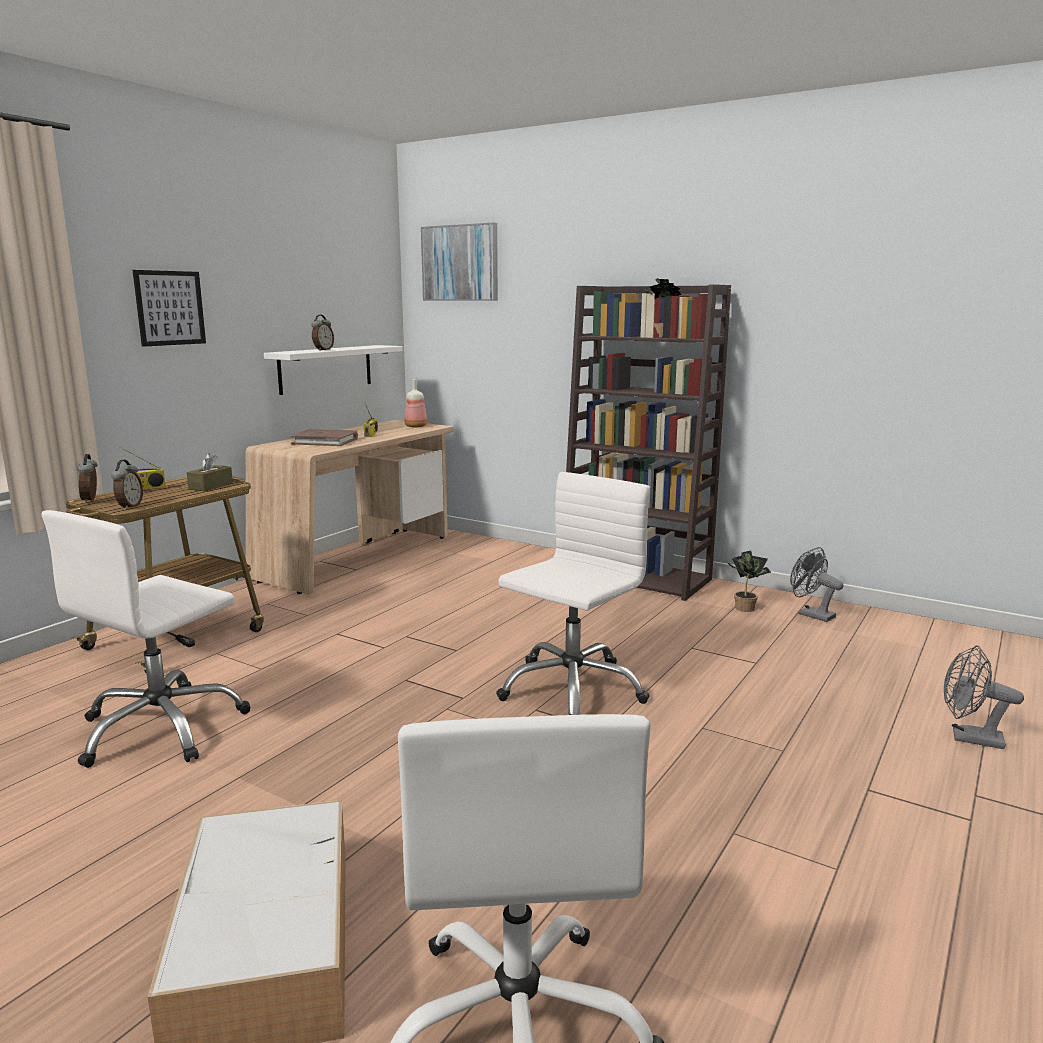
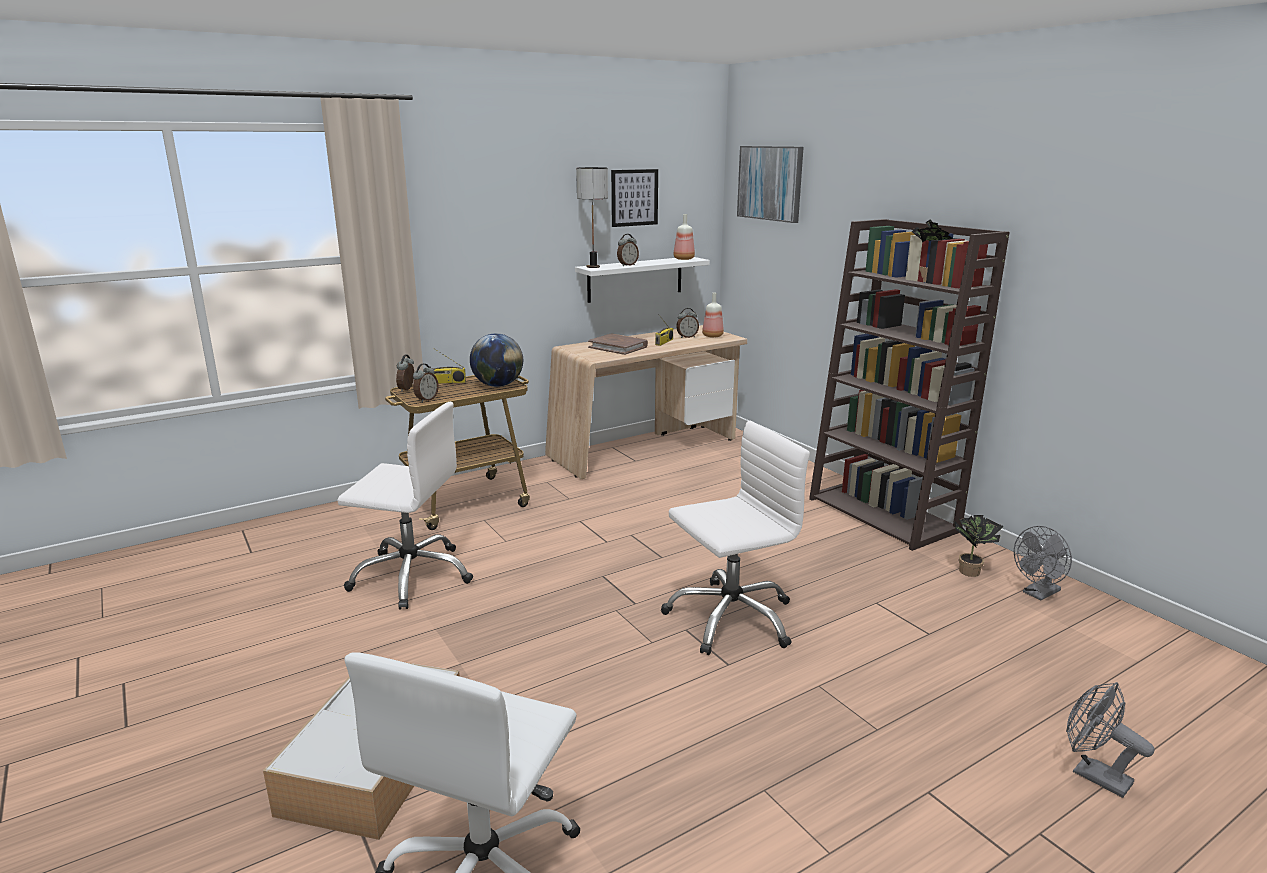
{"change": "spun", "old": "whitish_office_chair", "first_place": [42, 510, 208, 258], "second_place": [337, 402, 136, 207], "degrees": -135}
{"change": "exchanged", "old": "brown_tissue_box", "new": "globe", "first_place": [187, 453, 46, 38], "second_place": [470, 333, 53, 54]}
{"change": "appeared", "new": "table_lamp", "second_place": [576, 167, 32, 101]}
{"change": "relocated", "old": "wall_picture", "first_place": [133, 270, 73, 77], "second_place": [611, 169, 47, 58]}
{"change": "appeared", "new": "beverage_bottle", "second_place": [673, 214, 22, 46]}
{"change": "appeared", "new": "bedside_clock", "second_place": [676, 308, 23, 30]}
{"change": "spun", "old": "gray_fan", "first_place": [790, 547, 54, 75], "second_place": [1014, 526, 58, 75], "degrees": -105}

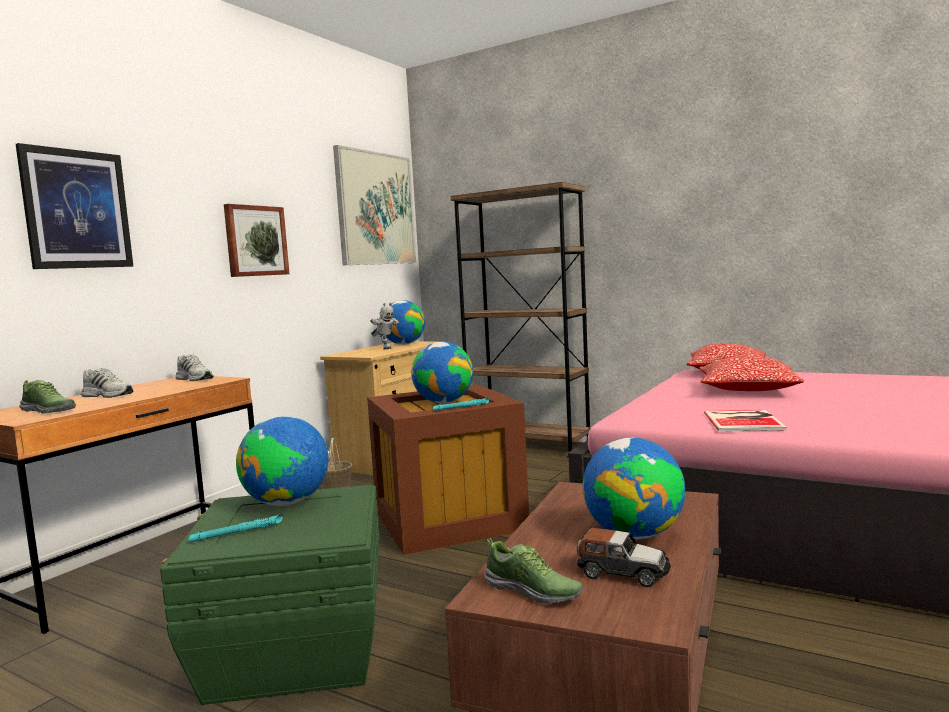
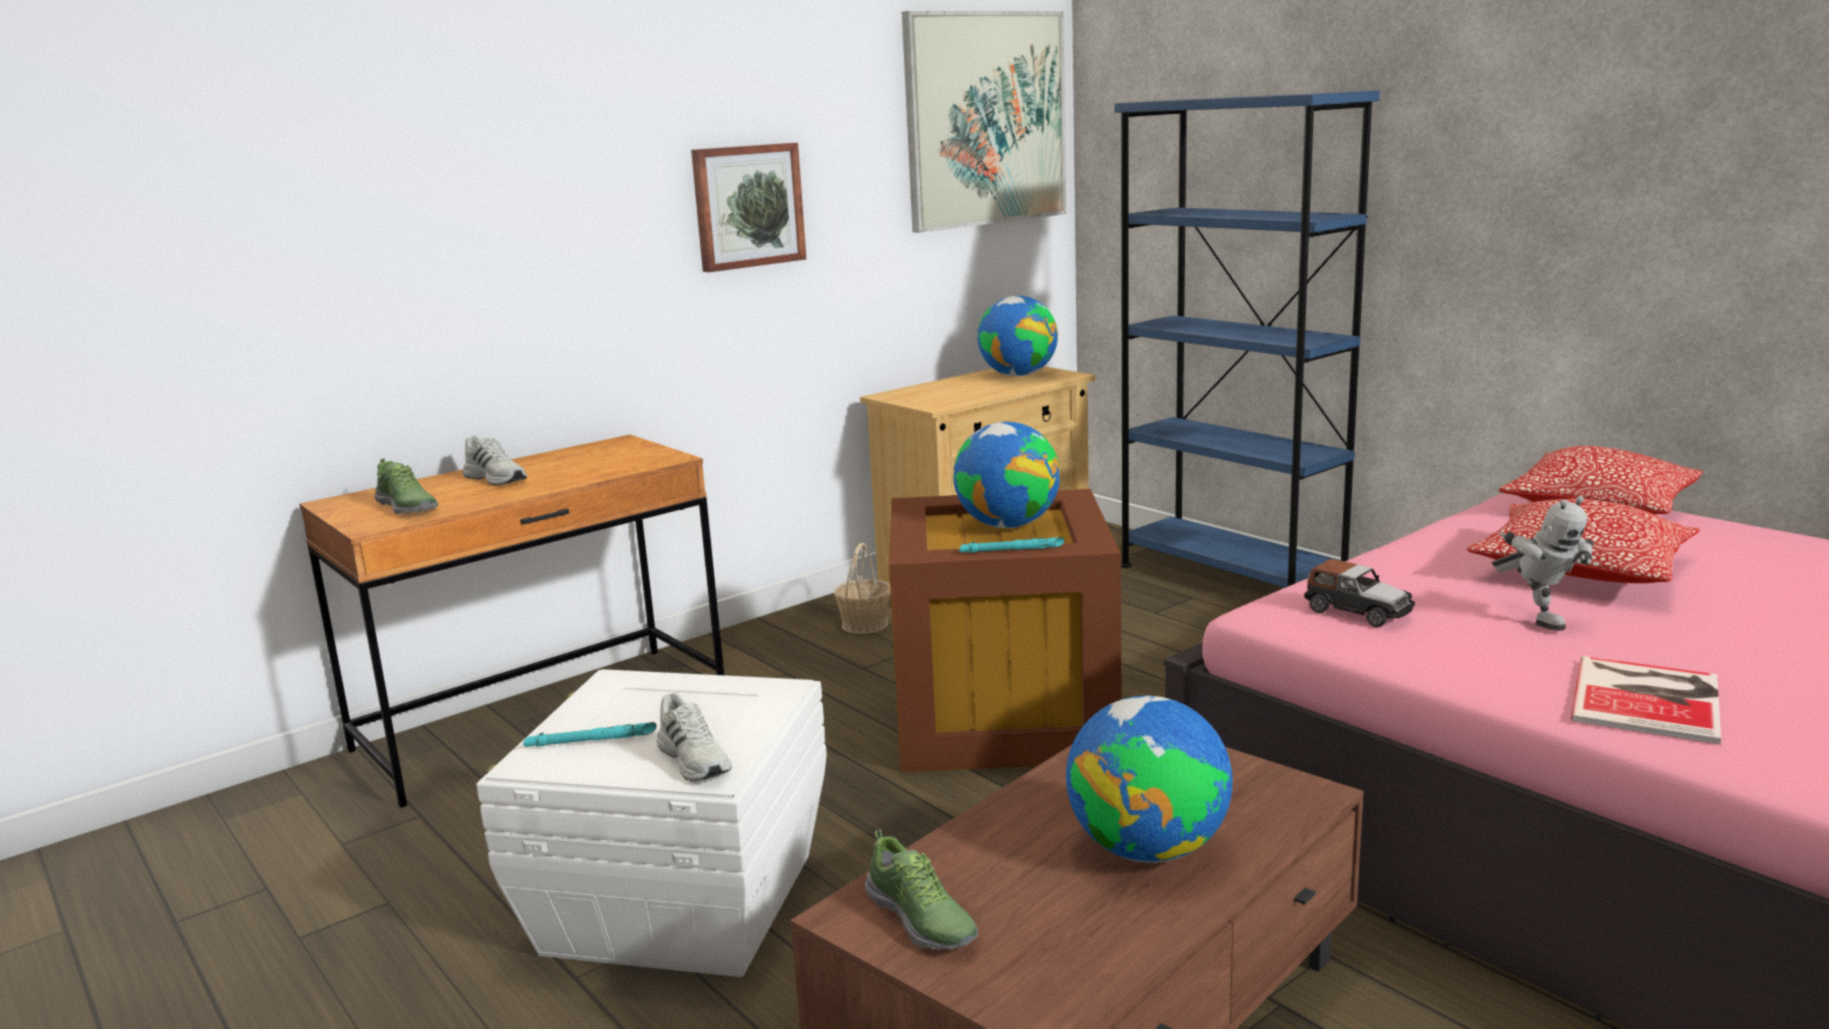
{"change": "colour", "old": "greenish_storage_box", "new": "whitish_storage_box", "first_place": [160, 485, 220, 220], "second_place": [476, 669, 351, 308]}
{"change": "relocated", "old": "whitish_low_shoe", "first_place": [175, 354, 39, 27], "second_place": [657, 693, 74, 89]}
{"change": "colour", "old": "brown_bookcase", "new": "blue-coloured_bookcase", "first_place": [451, 182, 140, 276], "second_place": [1114, 91, 266, 497]}
{"change": "relocated", "old": "miniature_car", "first_place": [577, 528, 94, 59], "second_place": [1304, 559, 111, 68]}
{"change": "relocated", "old": "toy_robot", "first_place": [370, 302, 29, 48], "second_place": [1492, 496, 102, 135]}
{"change": "relocated", "old": "volume", "first_place": [704, 410, 83, 21], "second_place": [1571, 656, 150, 89]}
{"change": "missing", "old": "wall_picture", "first_place": [16, 143, 117, 126]}
{"change": "missing", "old": "globe", "first_place": [236, 416, 92, 90]}

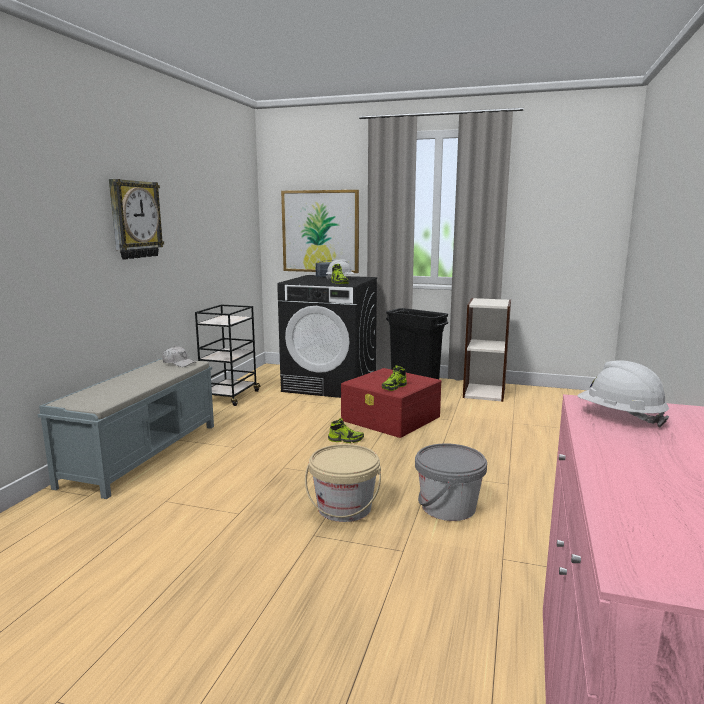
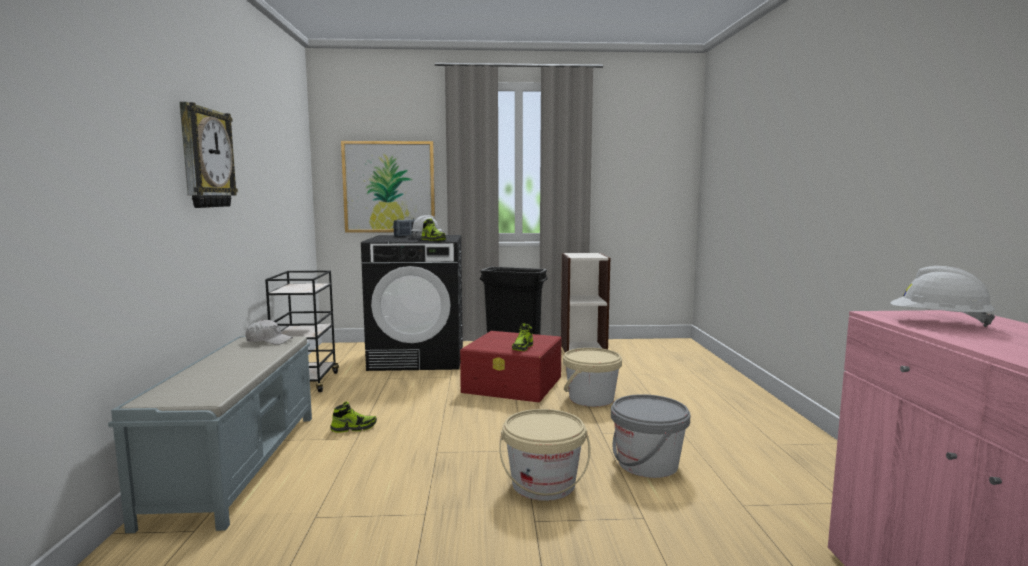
{"change": "relocated", "old": "low_shoe", "first_place": [328, 418, 36, 25], "second_place": [330, 402, 47, 30]}
{"change": "appeared", "new": "beige-coloured_bucket", "second_place": [563, 348, 59, 59]}

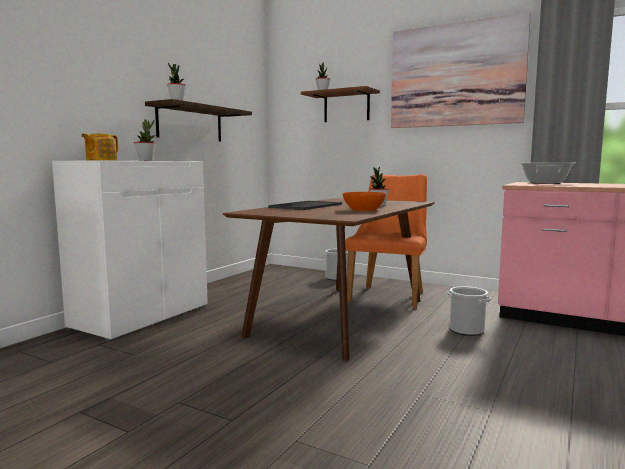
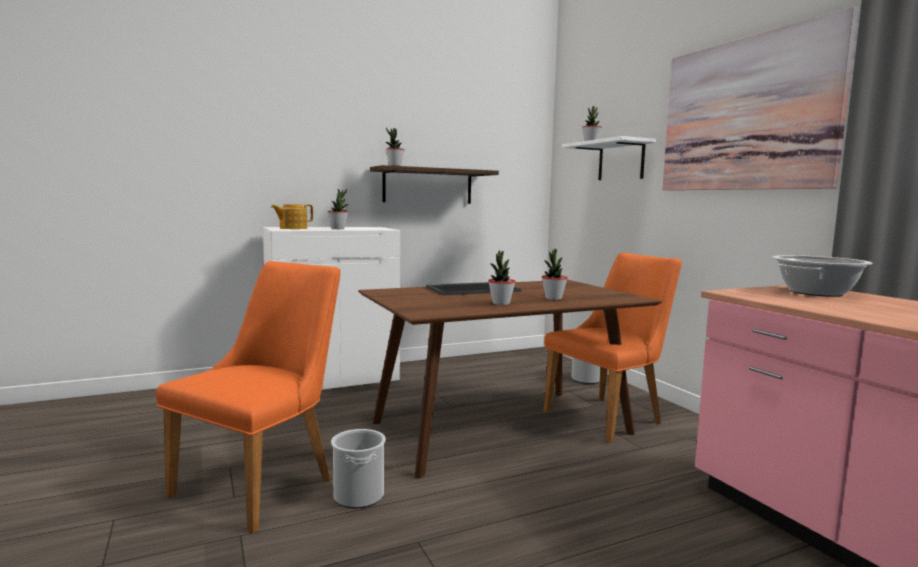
{"change": "appeared", "new": "orange_upright_chair", "second_place": [156, 261, 185, 273]}
{"change": "relocated", "old": "bucket", "first_place": [447, 286, 44, 50], "second_place": [331, 429, 55, 80]}
{"change": "exchanged", "old": "orange_serving_bowl", "new": "potted_plant", "first_place": [343, 192, 43, 19], "second_place": [488, 250, 28, 55]}
{"change": "colour", "old": "brown_bracket_shelf", "new": "whitish_bracket_shelf", "first_place": [301, 86, 79, 36], "second_place": [562, 136, 94, 44]}

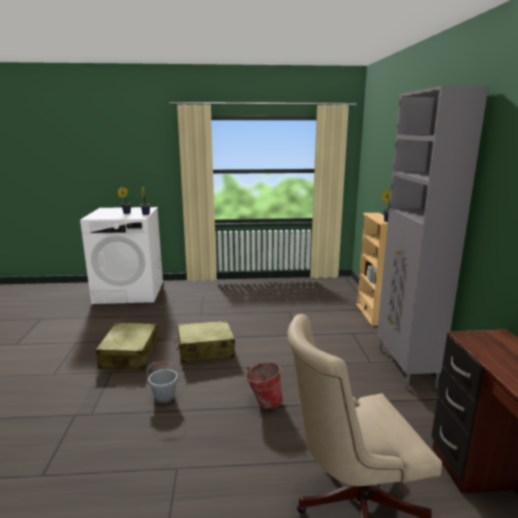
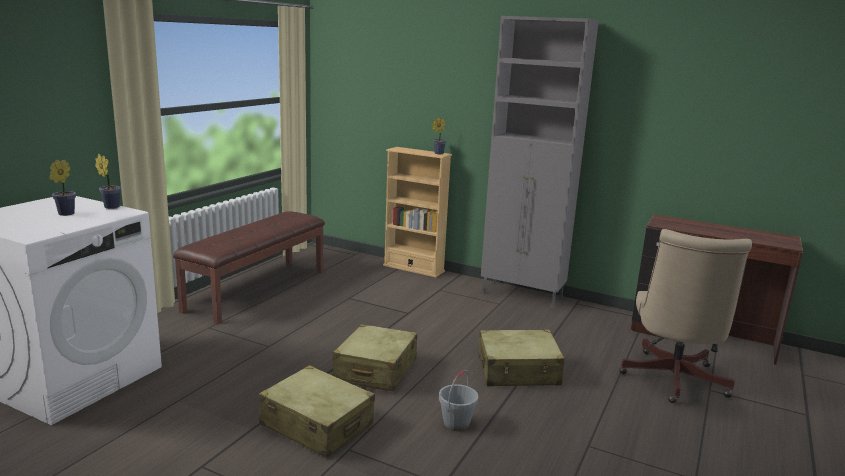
{"change": "appeared", "new": "brown_bench", "second_place": [173, 211, 152, 113]}
{"change": "exchanged", "old": "bucket", "new": "beige-coloured_suitcase", "first_place": [245, 362, 38, 47], "second_place": [478, 329, 86, 57]}

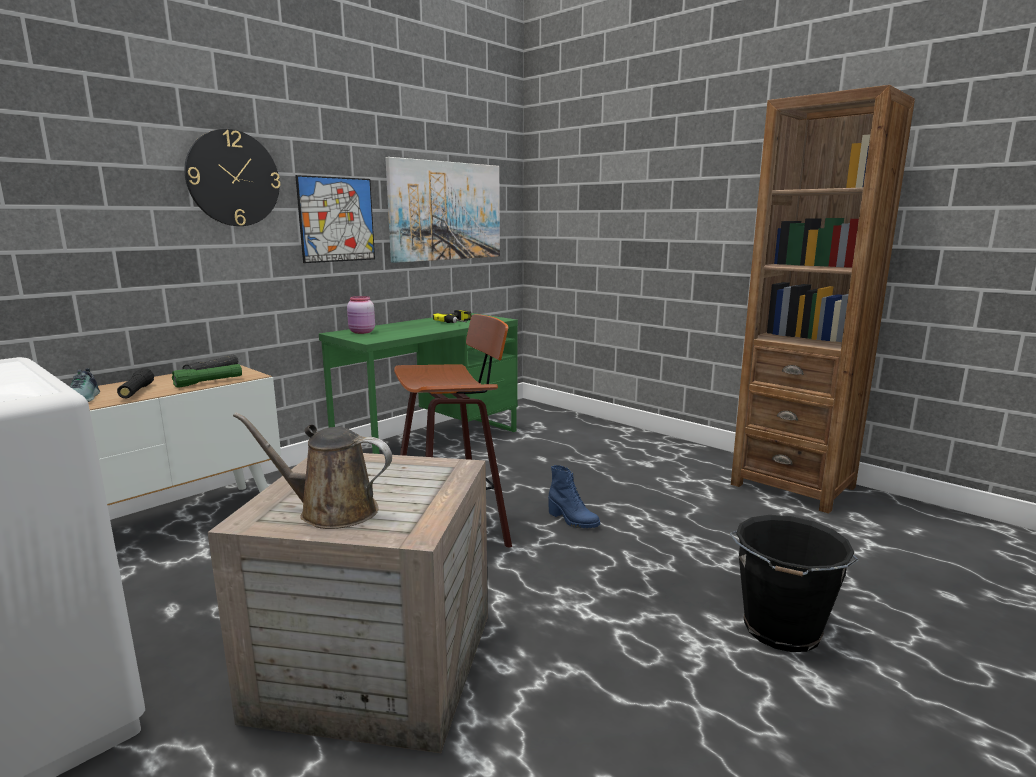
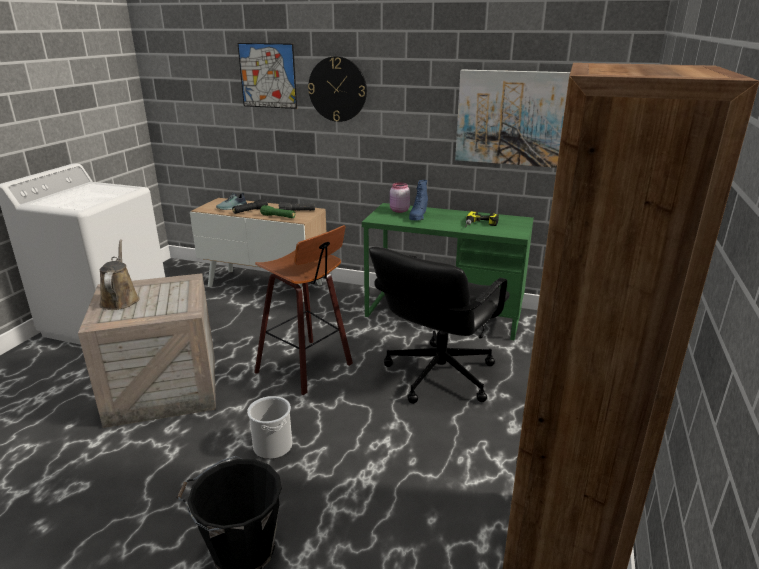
{"change": "relocated", "old": "wall_picture", "first_place": [295, 175, 80, 88], "second_place": [238, 43, 59, 66]}
{"change": "appeared", "new": "bucket", "second_place": [247, 396, 45, 63]}
{"change": "appeared", "new": "black_office_chair", "second_place": [369, 247, 141, 157]}
{"change": "relocated", "old": "blue-coloured_high-top_boot", "first_place": [548, 465, 52, 63], "second_place": [409, 180, 19, 40]}

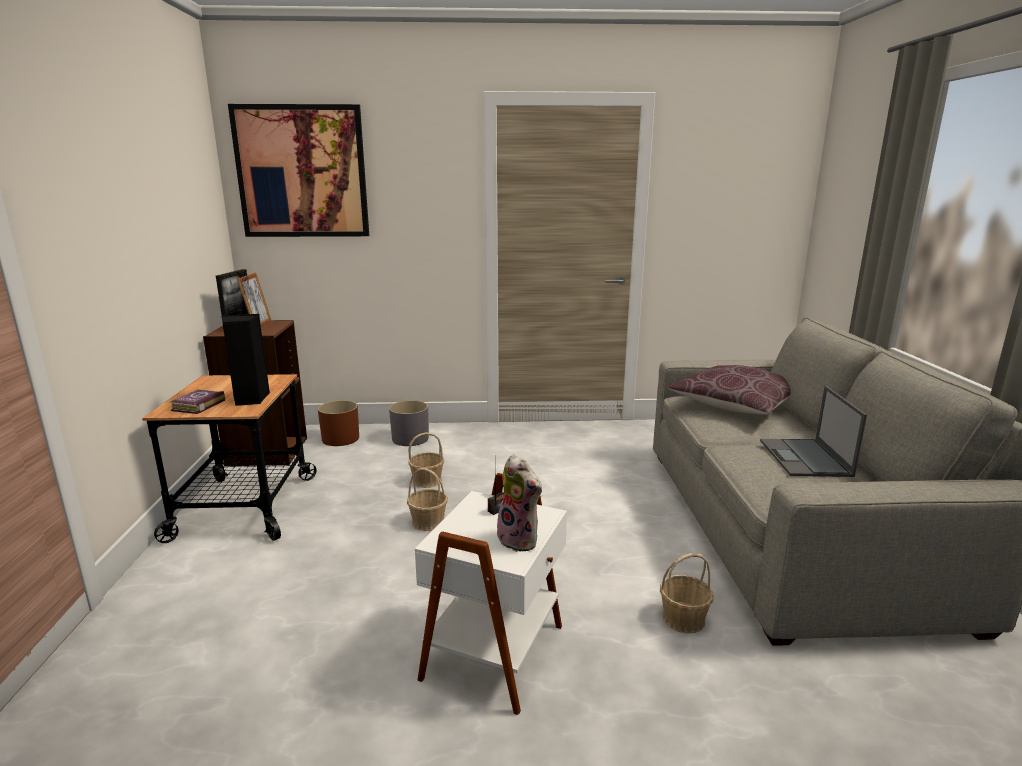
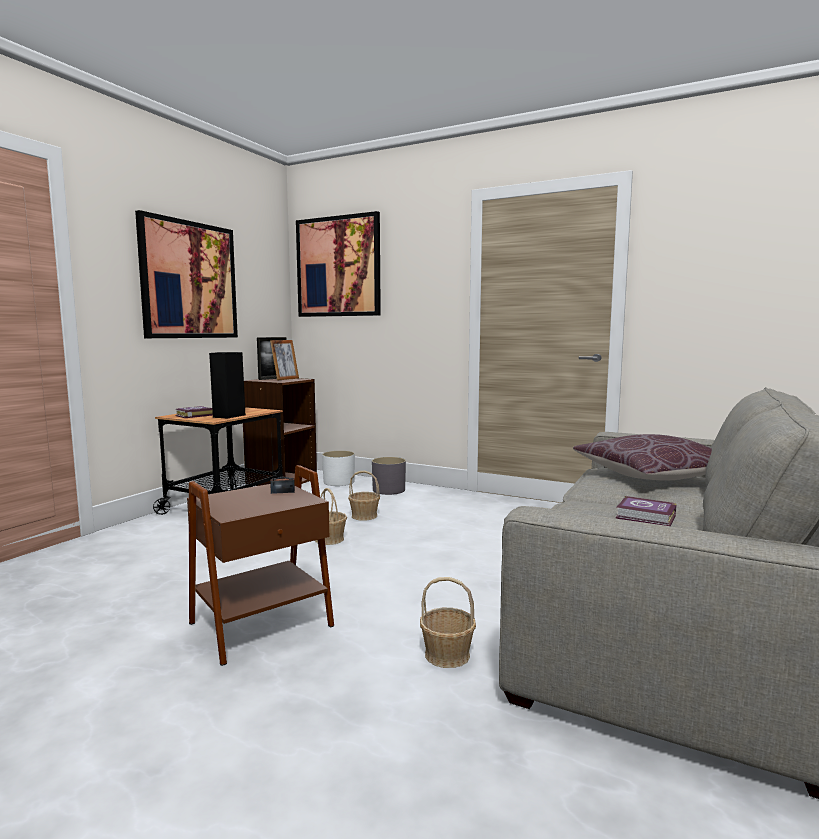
{"change": "appeared", "new": "wall_picture", "second_place": [135, 210, 103, 128]}
{"change": "colour", "old": "whitish_end_table", "new": "brown_end_table", "first_place": [415, 473, 152, 242], "second_place": [187, 465, 147, 201]}
{"change": "colour", "old": "brown_planter", "new": "whitish_planter", "first_place": [318, 400, 41, 46], "second_place": [322, 451, 33, 35]}
{"change": "exchanged", "old": "portable_computer", "new": "volume", "first_place": [760, 386, 107, 91], "second_place": [616, 496, 61, 30]}
{"change": "missing", "old": "plush_toy", "first_place": [496, 455, 46, 97]}

